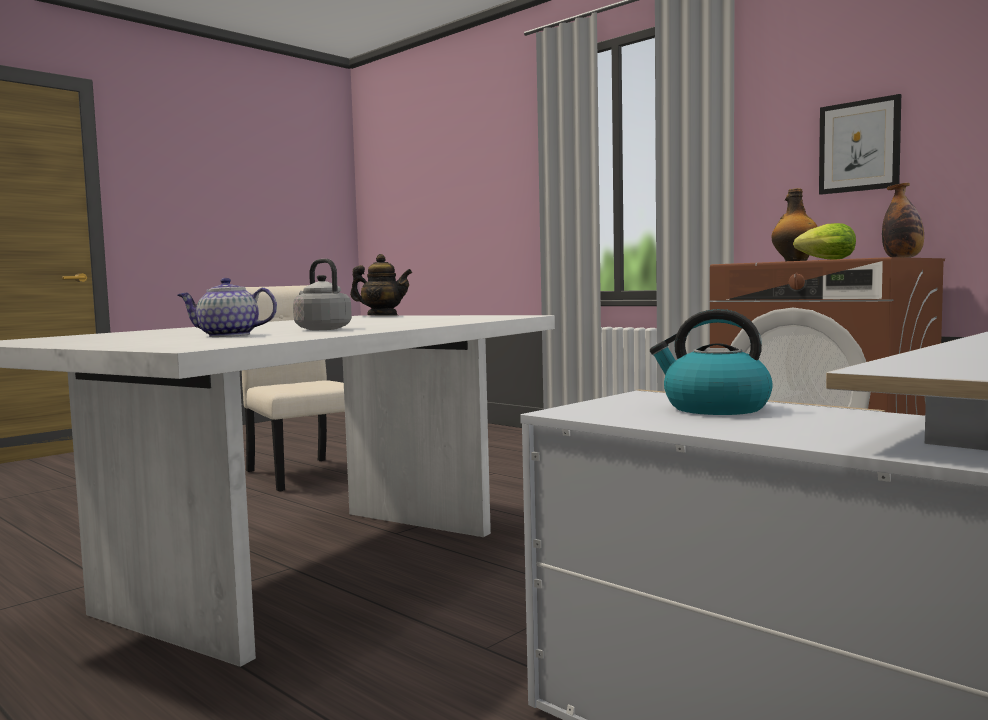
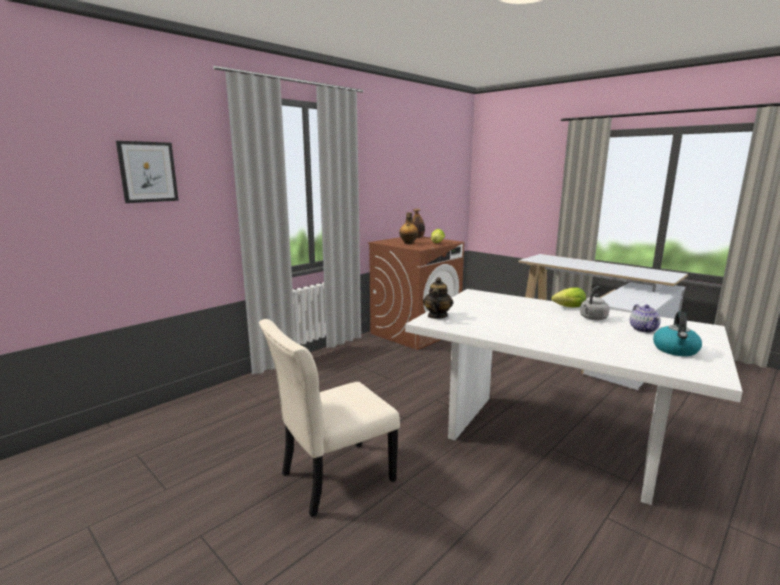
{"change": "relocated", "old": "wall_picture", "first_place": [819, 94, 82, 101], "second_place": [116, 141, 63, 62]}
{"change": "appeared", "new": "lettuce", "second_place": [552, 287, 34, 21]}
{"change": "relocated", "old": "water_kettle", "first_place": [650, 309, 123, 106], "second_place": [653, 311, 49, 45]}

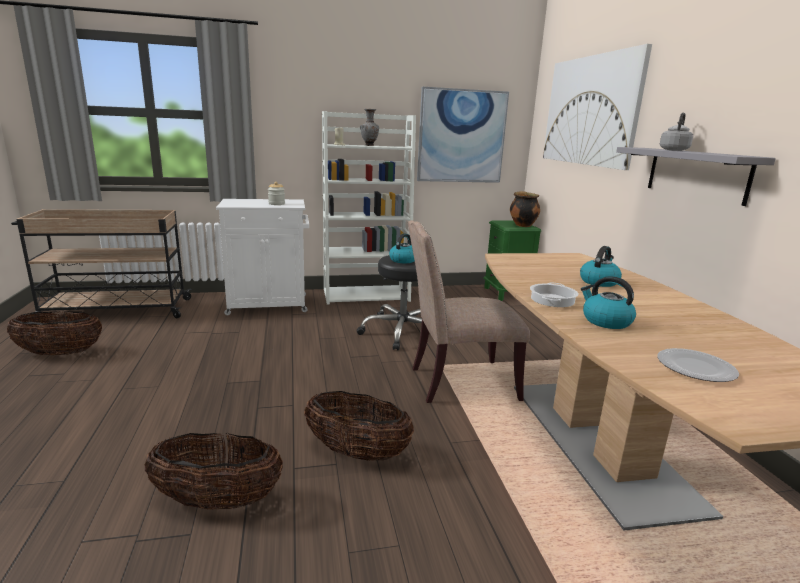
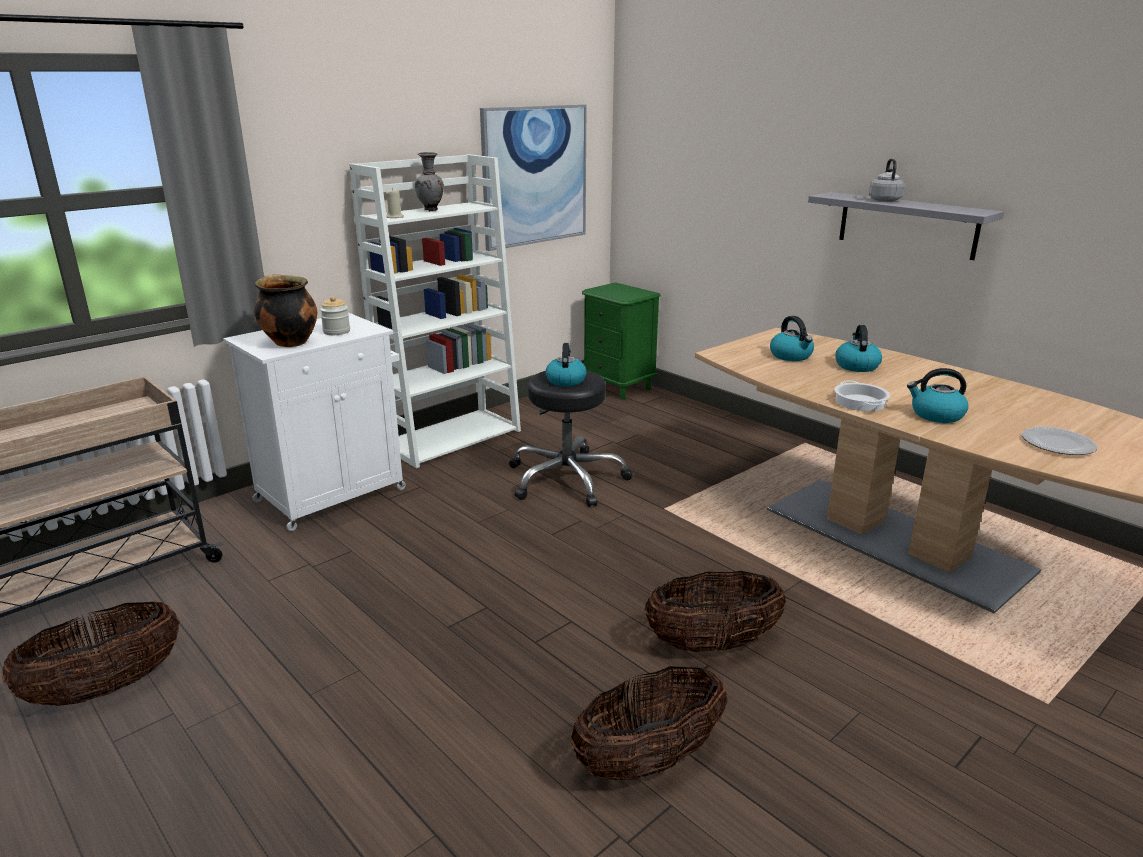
{"change": "relocated", "old": "saucepot", "first_place": [510, 191, 30, 36], "second_place": [254, 274, 63, 73]}
{"change": "appeared", "new": "water_kettle", "second_place": [770, 316, 44, 45]}
{"change": "missing", "old": "beige-coloured_upright_chair", "first_place": [408, 220, 122, 183]}
{"change": "missing", "old": "wall_picture", "first_place": [543, 44, 109, 126]}

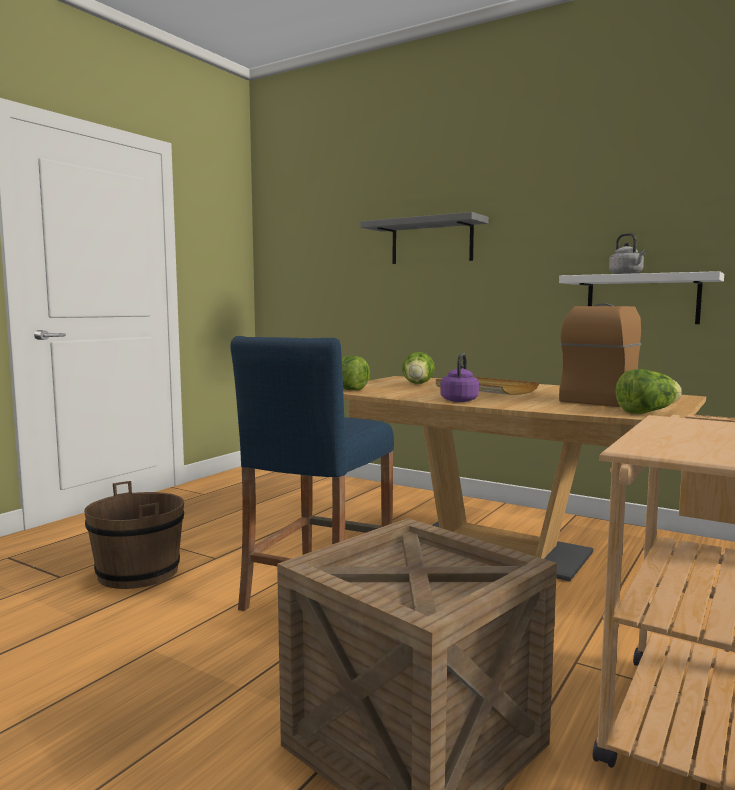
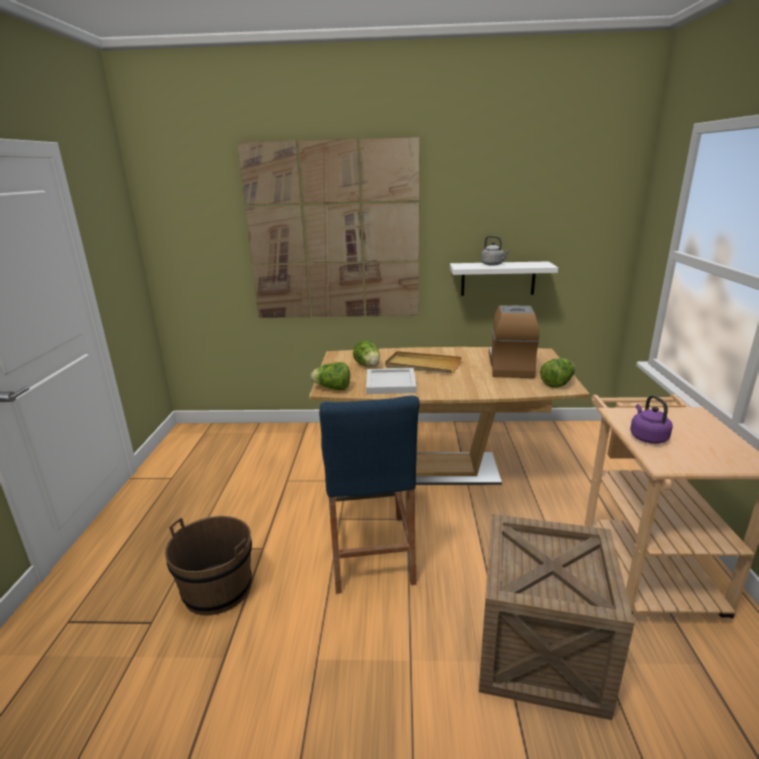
{"change": "exchanged", "old": "gray_bracket_shelf", "new": "wall_picture", "first_place": [360, 212, 129, 52], "second_place": [237, 137, 183, 181]}
{"change": "appeared", "new": "whitish_tray", "second_place": [366, 368, 51, 26]}
{"change": "relocated", "old": "purplish_water_kettle", "first_place": [440, 353, 39, 49], "second_place": [630, 395, 43, 49]}

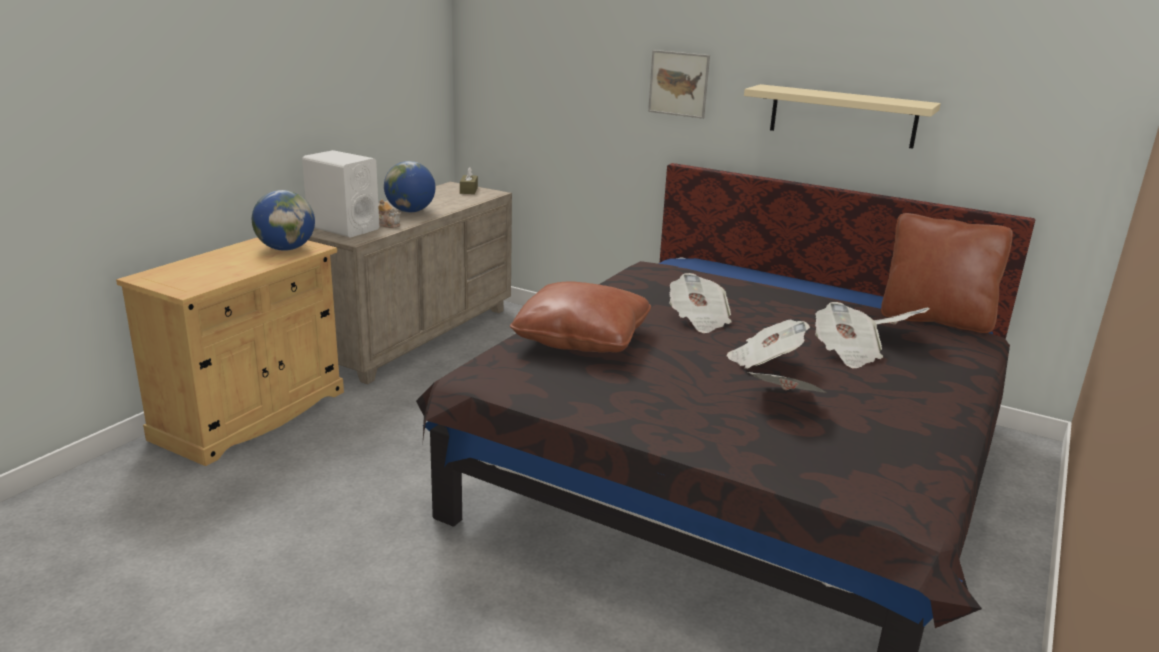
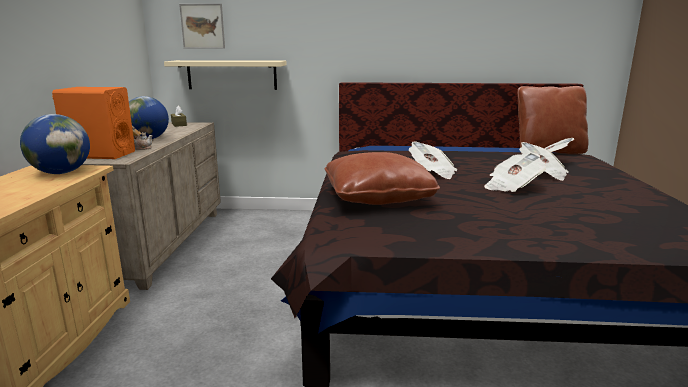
{"change": "colour", "old": "whitish_loudspeaker", "new": "orange_loudspeaker", "first_place": [302, 150, 77, 88], "second_place": [52, 87, 83, 72]}
{"change": "relocated", "old": "beige-coloured_bracket_shelf", "first_place": [744, 84, 197, 65], "second_place": [164, 60, 123, 30]}
{"change": "relocated", "old": "wall_picture", "first_place": [648, 50, 62, 69], "second_place": [179, 4, 46, 45]}
{"change": "missing", "old": "daily_paper", "first_place": [748, 372, 79, 21]}

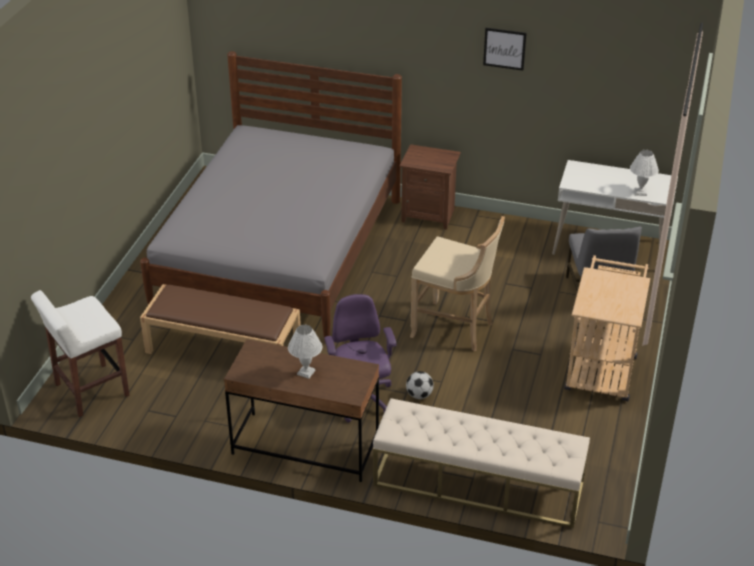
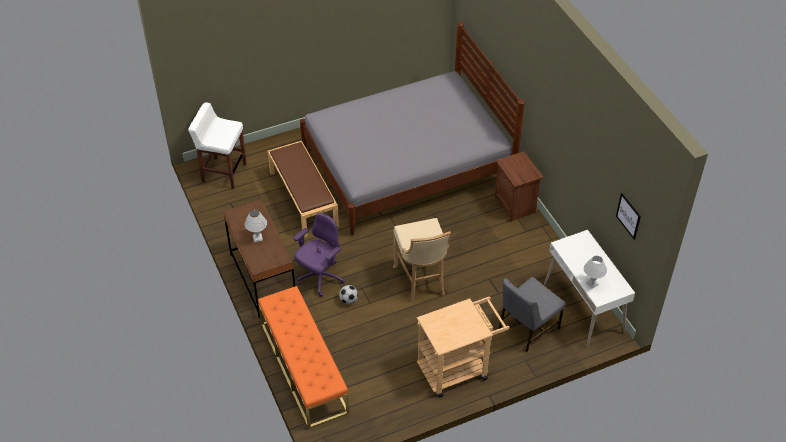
{"change": "colour", "old": "beige-coloured_bench", "new": "orange_bench", "first_place": [373, 398, 217, 130], "second_place": [258, 286, 91, 143]}
{"change": "relocated", "old": "wall_picture", "first_place": [483, 28, 44, 43], "second_place": [616, 193, 25, 47]}

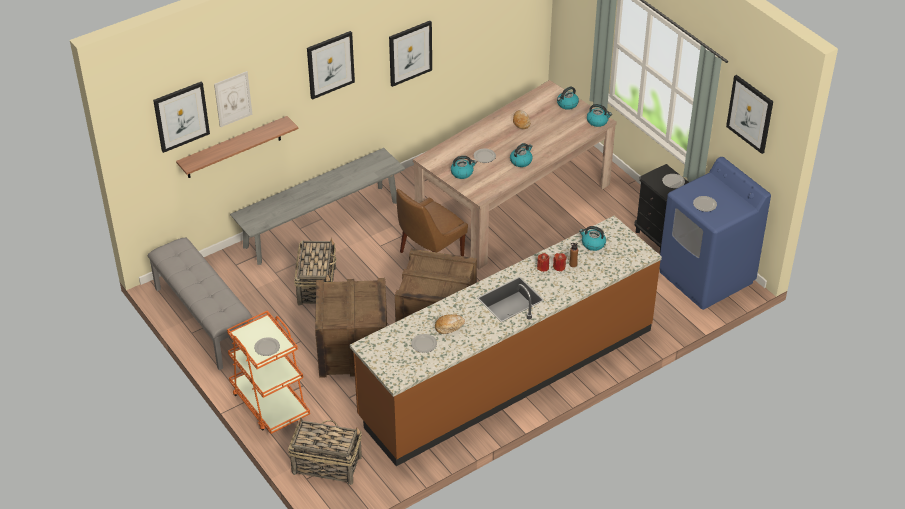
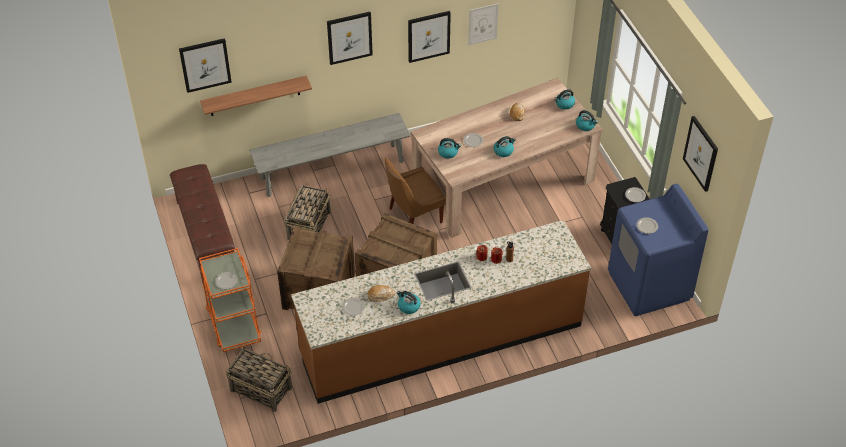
{"change": "colour", "old": "gray_bench", "new": "brown_bench", "first_place": [148, 238, 105, 132], "second_place": [170, 164, 65, 119]}
{"change": "relocated", "old": "water_kettle", "first_place": [579, 226, 27, 25], "second_place": [397, 291, 24, 23]}
{"change": "relocated", "old": "wall_picture", "first_place": [214, 71, 38, 56], "second_place": [468, 4, 31, 41]}

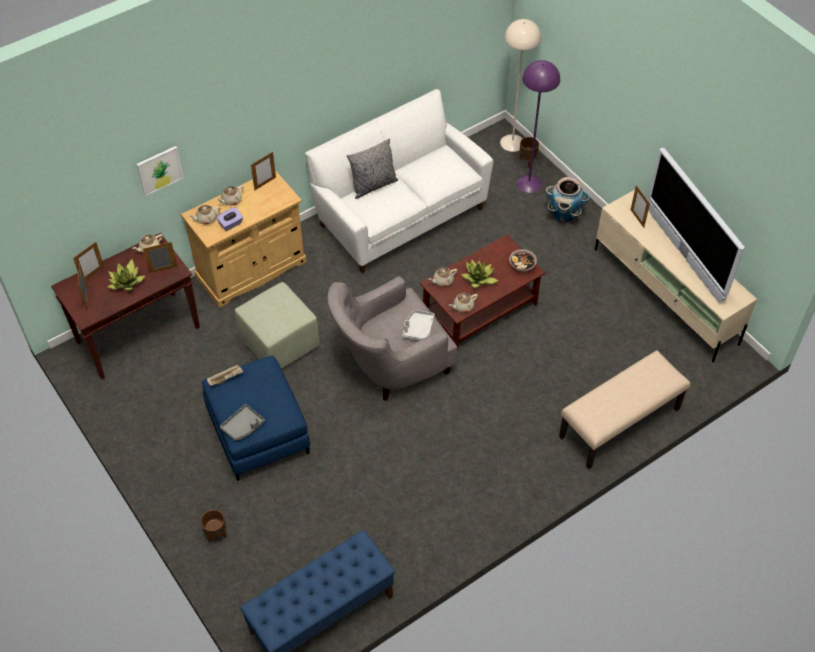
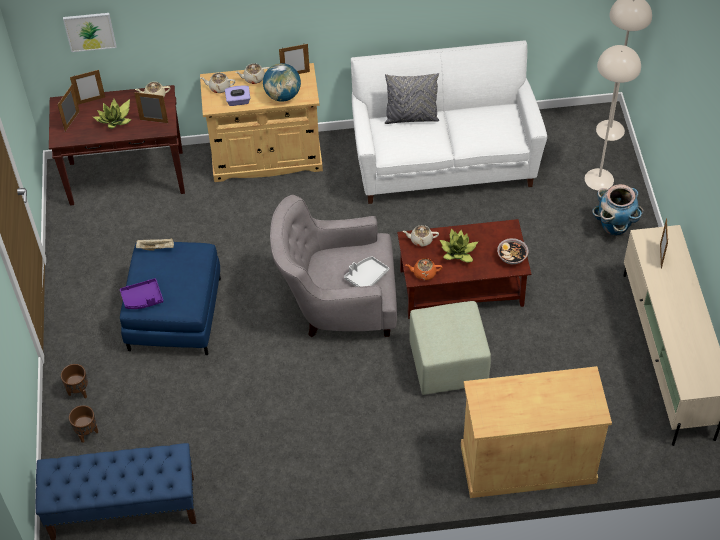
{"change": "relocated", "old": "wall_picture", "first_place": [137, 146, 47, 50], "second_place": [63, 13, 54, 39]}
{"change": "relocated", "old": "brown_planter", "first_place": [520, 137, 19, 31], "second_place": [69, 405, 29, 38]}
{"change": "colour", "old": "gray_tray", "new": "purplish_tray", "first_place": [220, 404, 45, 37], "second_place": [120, 278, 44, 31]}
{"change": "appeared", "new": "globe", "second_place": [263, 63, 38, 39]}
{"change": "colour", "old": "beige-coloured_teapot", "new": "orange_teapot", "first_place": [449, 293, 29, 20], "second_place": [405, 258, 37, 22]}
{"change": "relocated", "old": "greenish_ottoman", "first_place": [235, 282, 85, 87], "second_place": [409, 301, 82, 94]}
{"change": "exchanged", "old": "beige-coloured_bench", "new": "beige-coloured_storage_cabinet", "first_place": [559, 350, 132, 119], "second_place": [461, 366, 151, 132]}
{"change": "colour", "old": "purplish_standard_lamp", "new": "beige-coloured_standard_lamp", "first_place": [516, 60, 44, 133], "second_place": [585, 45, 56, 145]}
{"change": "missing", "old": "television", "first_place": [648, 148, 97, 154]}

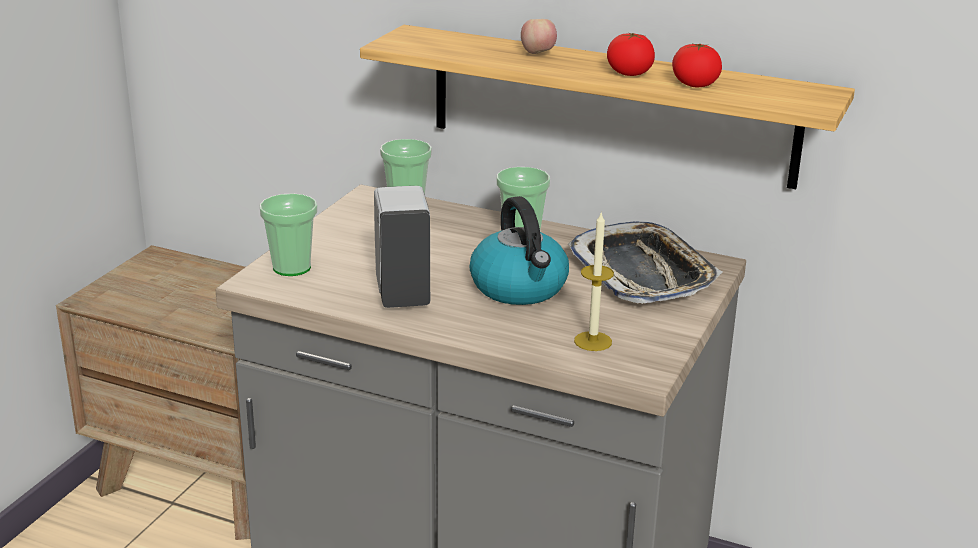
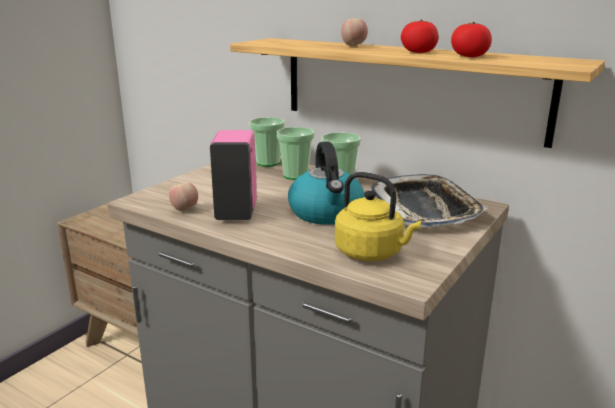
{"change": "appeared", "new": "whole_apple", "second_place": [169, 182, 29, 29]}
{"change": "colour", "old": "whitish_soap_bottle", "new": "pink_soap_bottle", "first_place": [374, 186, 56, 122], "second_place": [210, 130, 47, 90]}
{"change": "relocated", "old": "small_cup", "first_place": [260, 193, 57, 83], "second_place": [277, 127, 37, 53]}
{"change": "exchanged", "old": "candle", "new": "yellowish_water_kettle", "first_place": [574, 211, 40, 140], "second_place": [335, 172, 87, 89]}

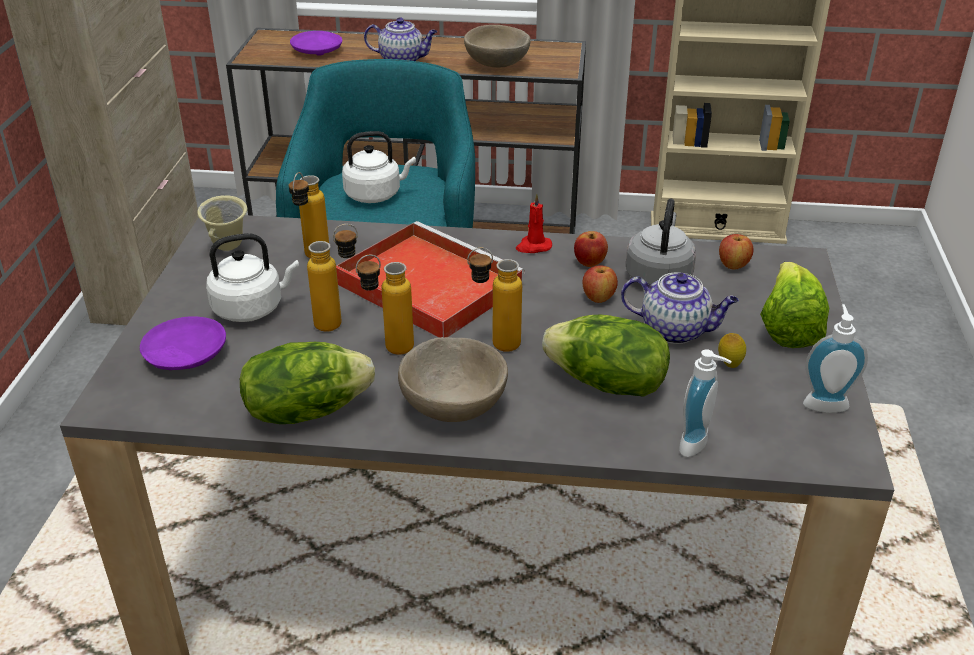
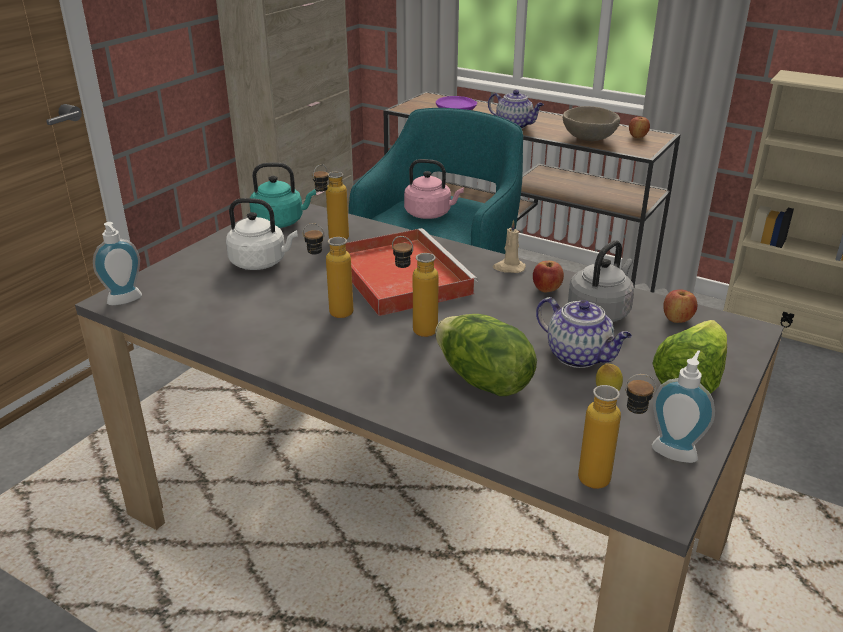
{"change": "relocated", "old": "soap_bottle", "first_place": [679, 349, 53, 108], "second_place": [93, 222, 49, 83]}
{"change": "exchanged", "old": "beige-coloured_mug", "new": "turquoise_water_kettle", "first_place": [197, 195, 50, 56], "second_place": [249, 163, 67, 65]}
{"change": "colour", "old": "whitish_water_kettle", "new": "pink_water_kettle", "first_place": [342, 131, 74, 72], "second_place": [404, 159, 60, 60]}
{"change": "colour", "old": "red-coloured_candle", "new": "beige-coloured_candle", "first_place": [516, 194, 36, 59], "second_place": [493, 220, 33, 53]}
{"change": "relocated", "old": "beverage_bottle", "first_place": [307, 224, 51, 108], "second_place": [578, 374, 78, 115]}
{"change": "relocated", "old": "whole_apple", "first_place": [583, 266, 35, 37], "second_place": [629, 117, 21, 21]}
{"change": "missing", "old": "purplish_plate", "first_place": [140, 316, 86, 54]}
{"change": "missing", "old": "lettuce", "first_place": [240, 342, 135, 82]}
{"change": "missing", "old": "beige-coloured_serving_bowl", "first_place": [398, 337, 110, 85]}

